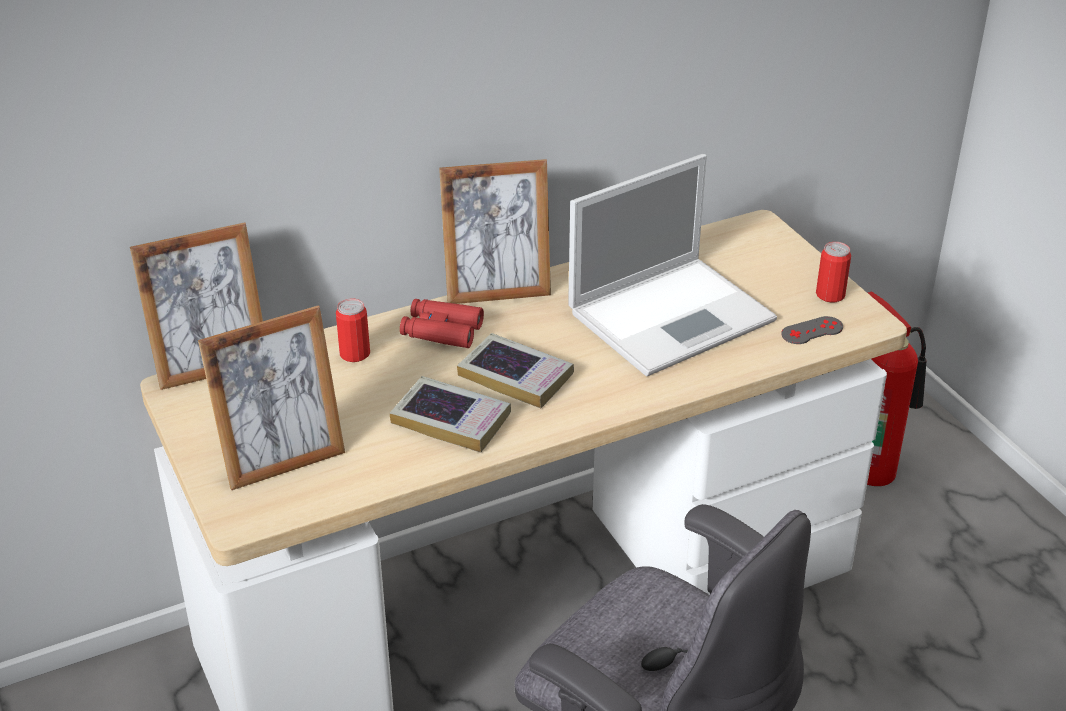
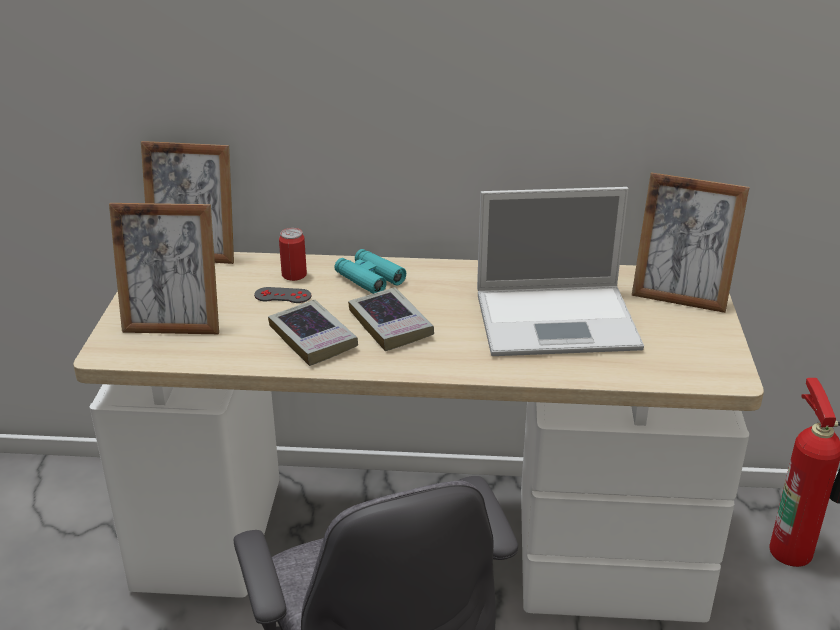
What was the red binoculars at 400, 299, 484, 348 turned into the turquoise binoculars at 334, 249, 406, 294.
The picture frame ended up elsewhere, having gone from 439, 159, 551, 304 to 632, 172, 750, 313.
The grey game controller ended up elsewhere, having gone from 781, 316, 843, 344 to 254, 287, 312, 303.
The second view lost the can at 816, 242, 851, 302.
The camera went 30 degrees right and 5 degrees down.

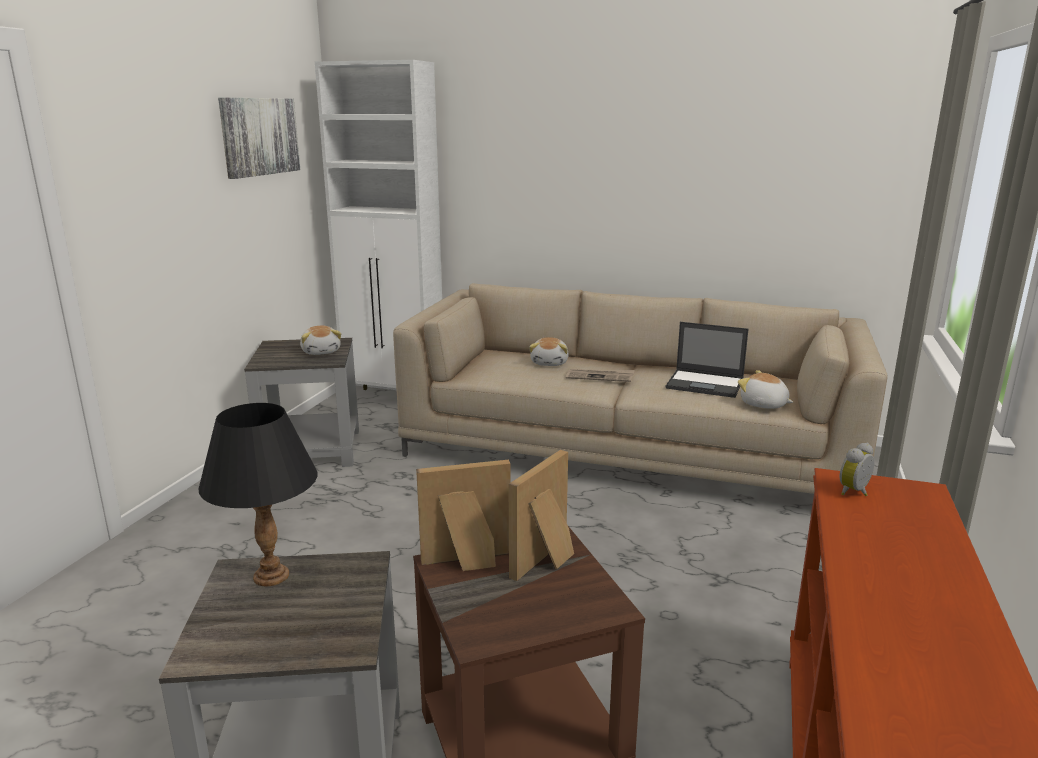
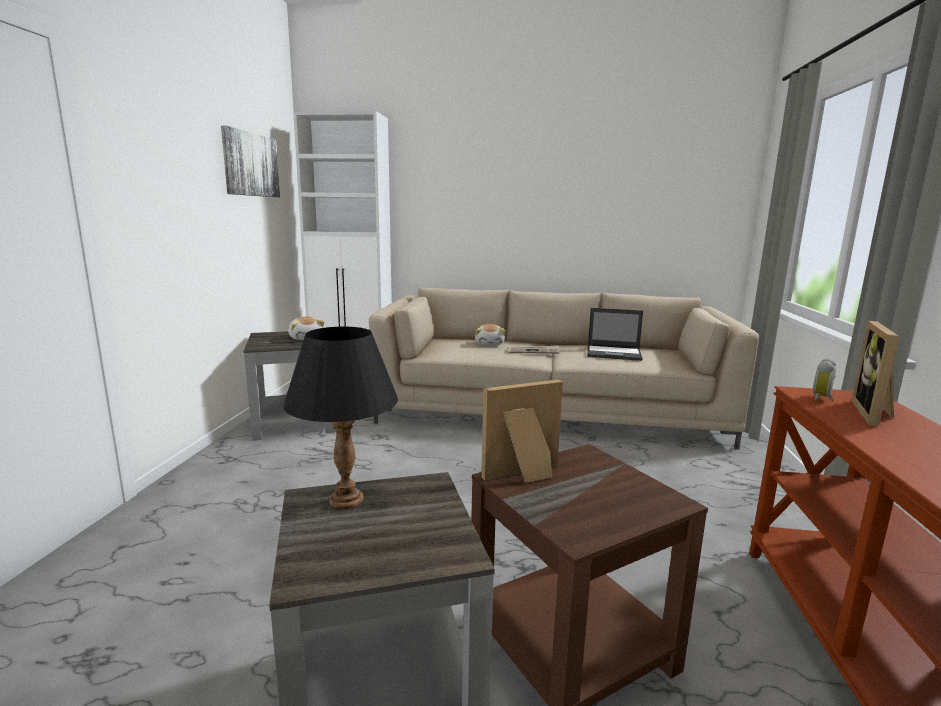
The picture frame ended up elsewhere, having gone from 509, 450, 574, 581 to 851, 321, 899, 427.
The second view lost the plush toy at 738, 370, 793, 409.
The camera went 10 degrees left and 5 degrees down.

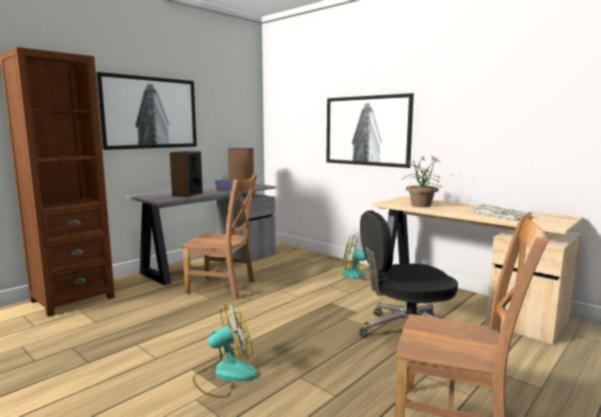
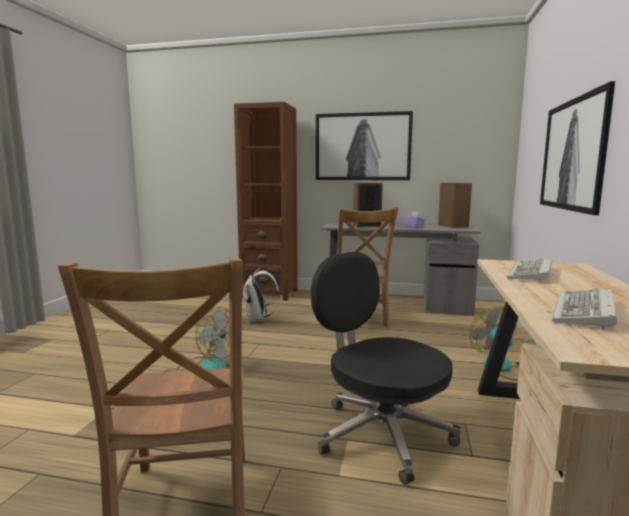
Where the potted plant stood at 402, 155, 442, 207, the keyboard came to stand at 507, 258, 552, 282.
The second view gained the white backpack at 242, 267, 280, 322.
The camera went 60 degrees right and 0 degrees up.

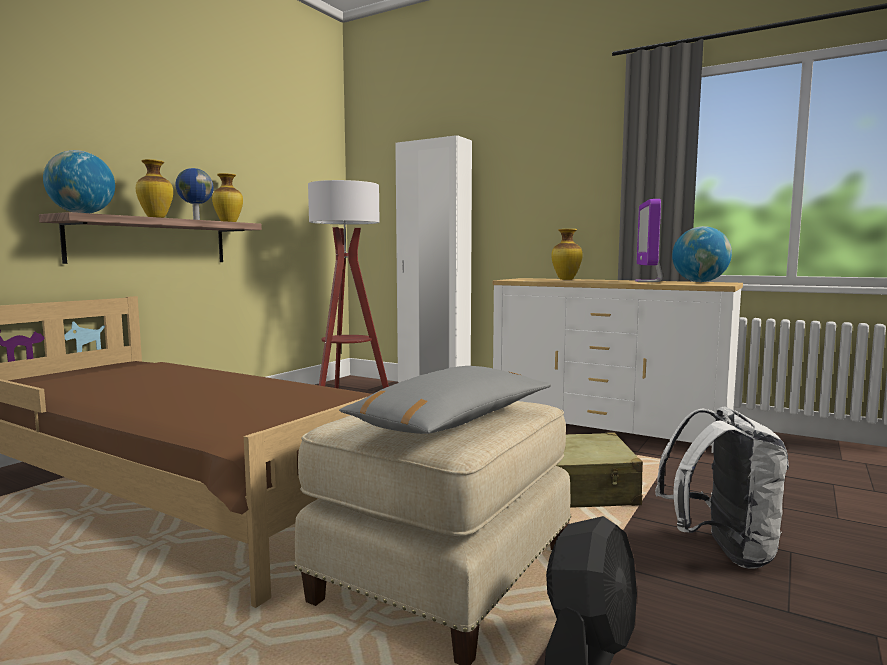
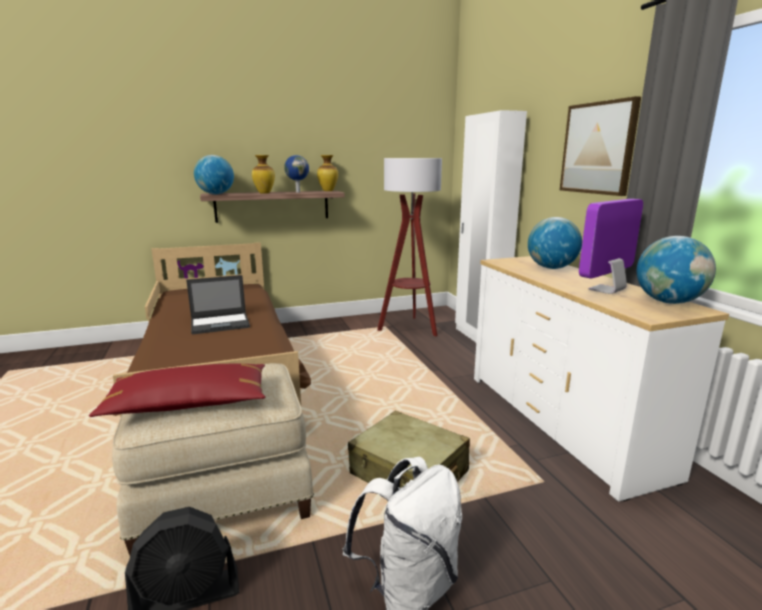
What was the grey pillow at 339, 366, 551, 434 turned into the red pillow at 89, 363, 265, 417.
Where the vase stood at 551, 229, 583, 280, the globe came to stand at 528, 217, 582, 269.
The second view gained the laptop at 186, 275, 250, 334.
The second view gained the picture at 560, 96, 641, 196.
The camera went 40 degrees right and 10 degrees up.

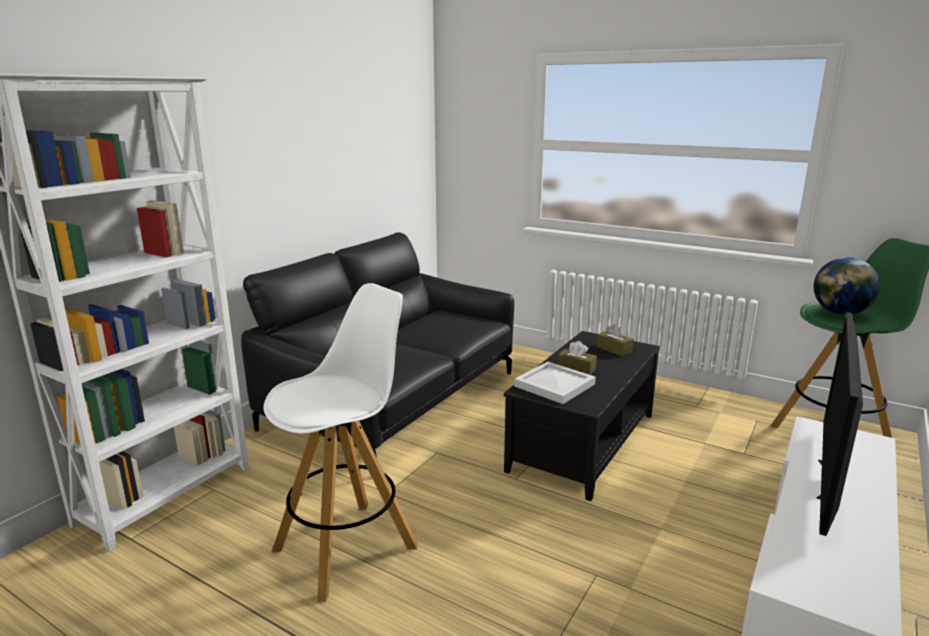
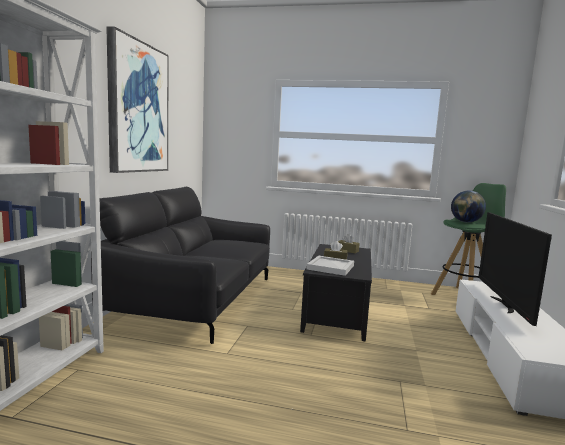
The second view lost the white stool at 263, 283, 418, 602.
The second view gained the picture at 106, 26, 168, 173.
The camera went 20 degrees left and 10 degrees down.

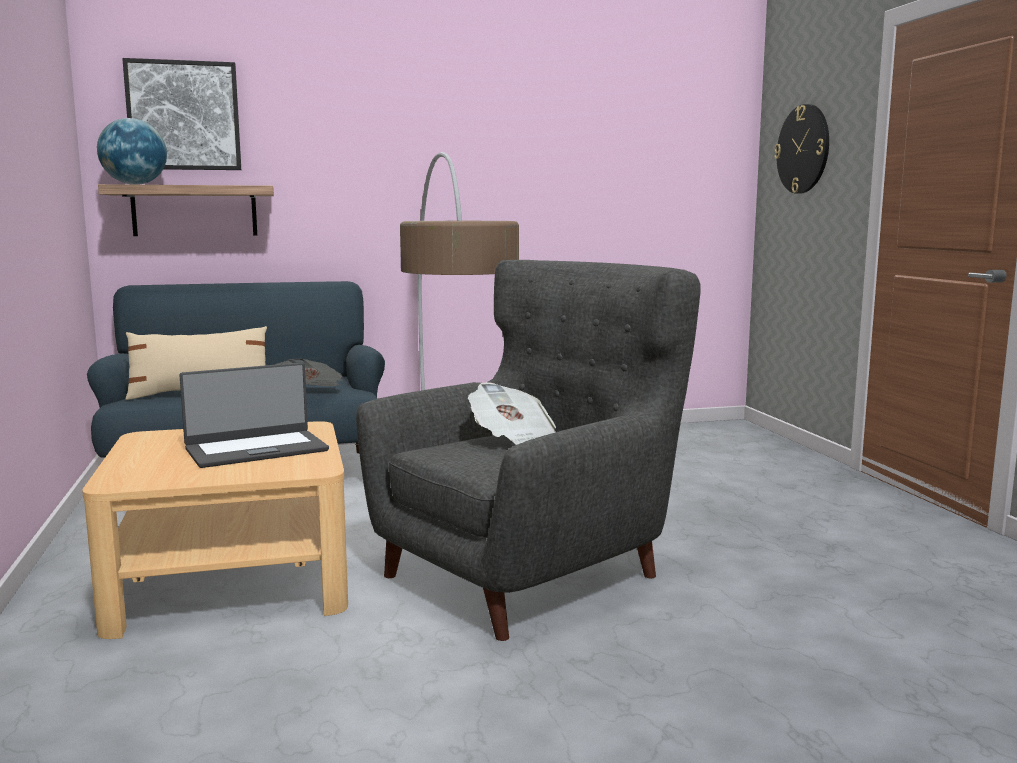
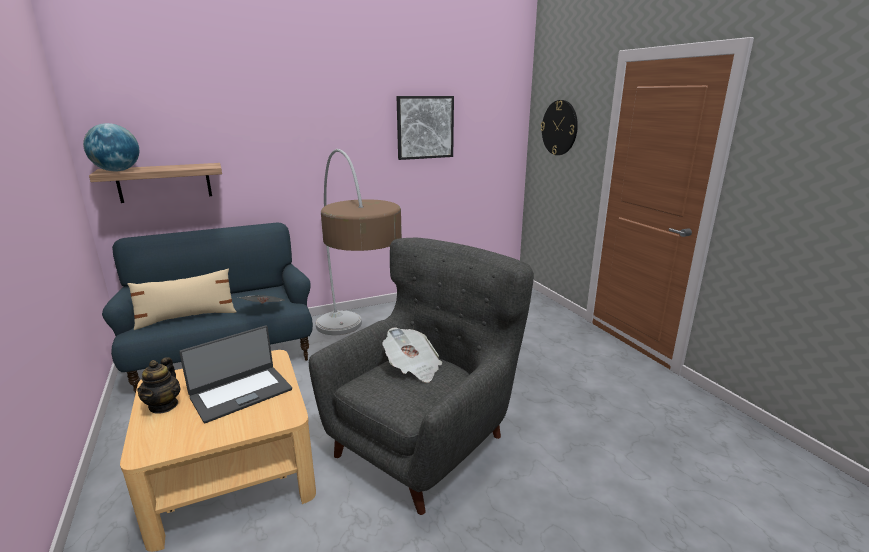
The picture ended up elsewhere, having gone from 122, 58, 241, 170 to 396, 96, 454, 160.
The second view gained the teapot at 137, 357, 181, 414.
The camera went 10 degrees left and 10 degrees up.

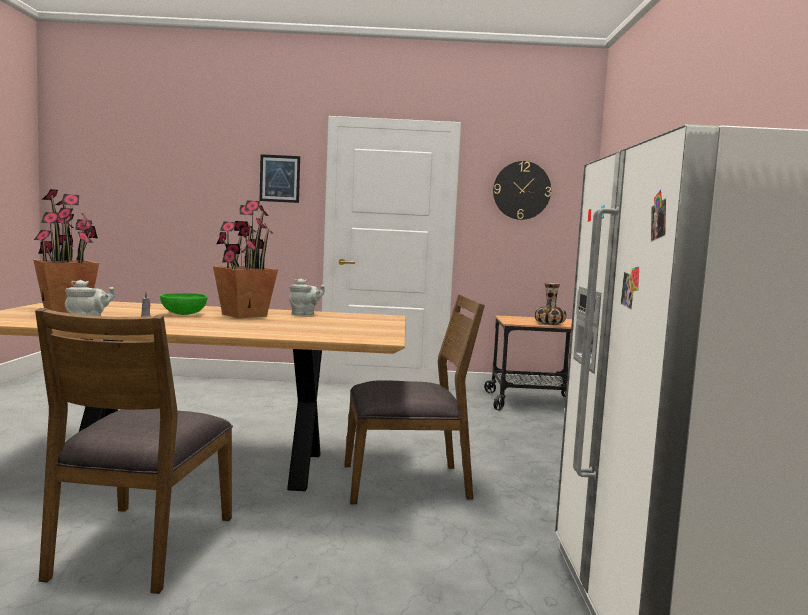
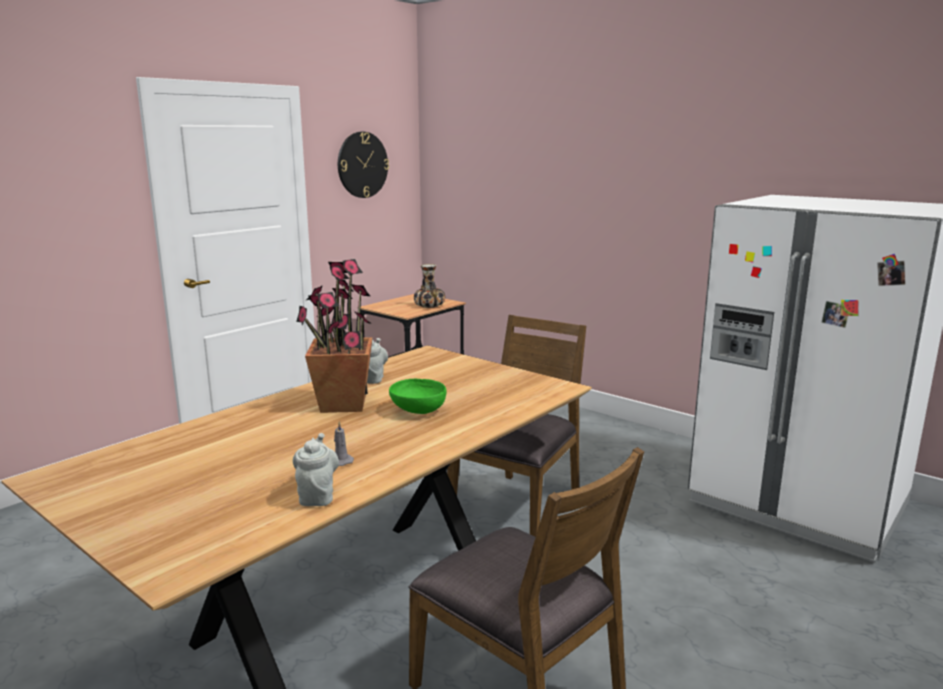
The second view lost the potted plant at 33, 189, 99, 313.
The green bowl ended up elsewhere, having gone from 160, 293, 207, 315 to 389, 379, 446, 414.
The second view lost the picture at 260, 154, 300, 203.
The camera went 50 degrees left and 10 degrees up.

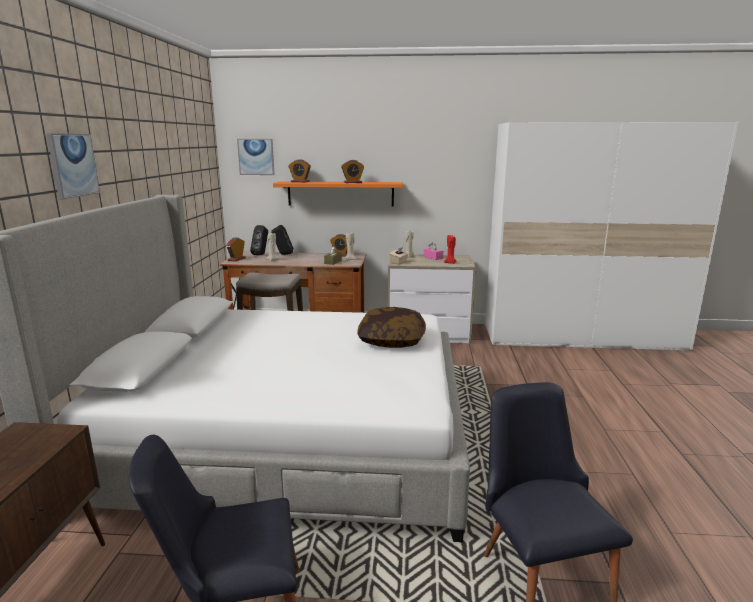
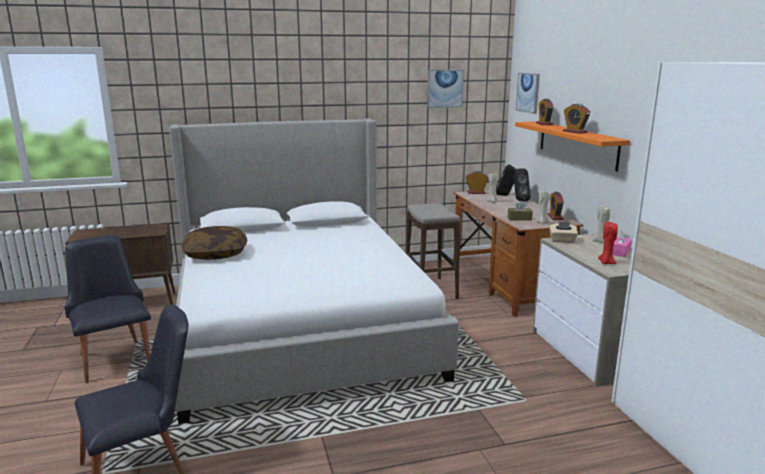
The picture ended up elsewhere, having gone from 47, 133, 100, 199 to 427, 70, 464, 108.
The pillow ended up elsewhere, having gone from 357, 307, 426, 348 to 181, 226, 247, 260.
The camera went 70 degrees right and 0 degrees up.

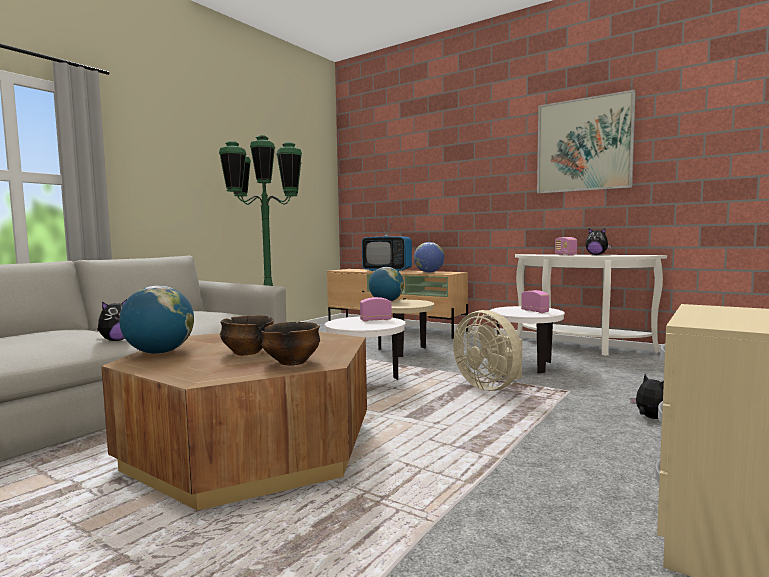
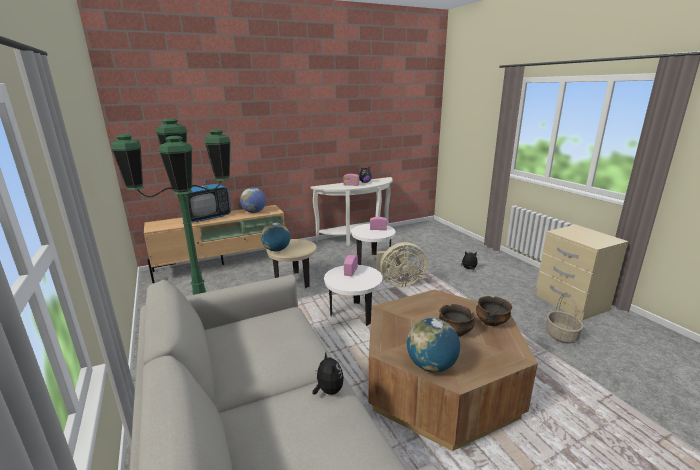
The second view lost the picture at 537, 90, 636, 194.
The second view gained the basket at 546, 293, 584, 344.
The camera went 60 degrees left and 15 degrees up.

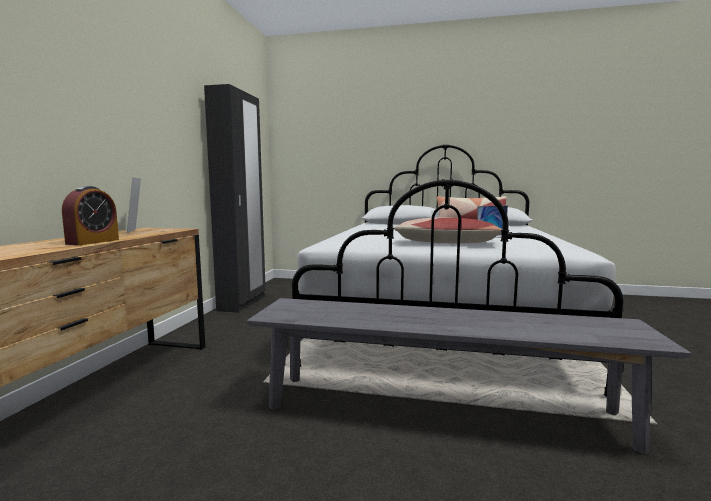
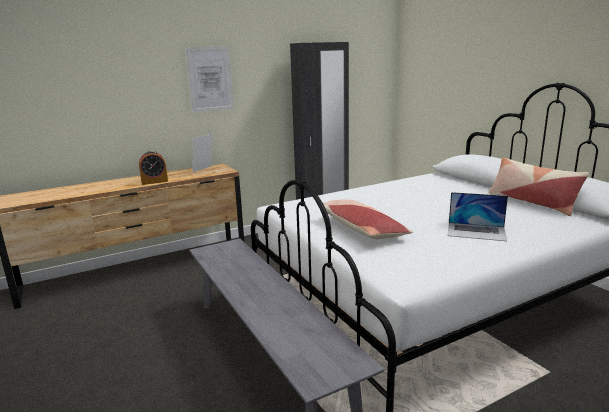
The second view gained the picture at 185, 46, 234, 113.
The camera went 50 degrees right and 10 degrees up.

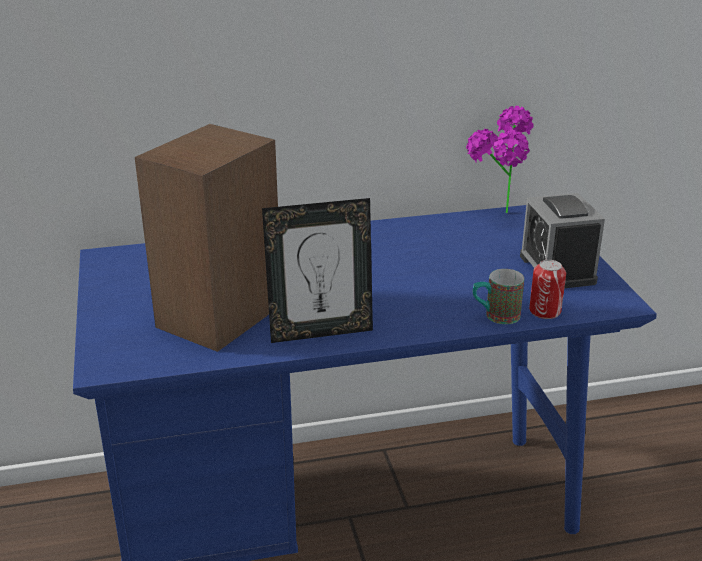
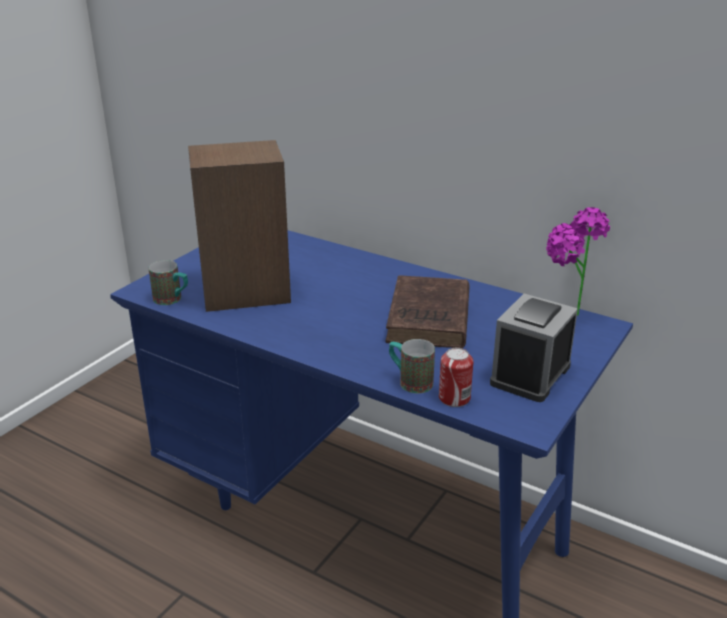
The second view lost the picture frame at 262, 198, 373, 343.
The second view gained the mug at 148, 260, 188, 305.
The second view gained the brown book at 385, 275, 469, 348.
The camera went 45 degrees right and 0 degrees up.

